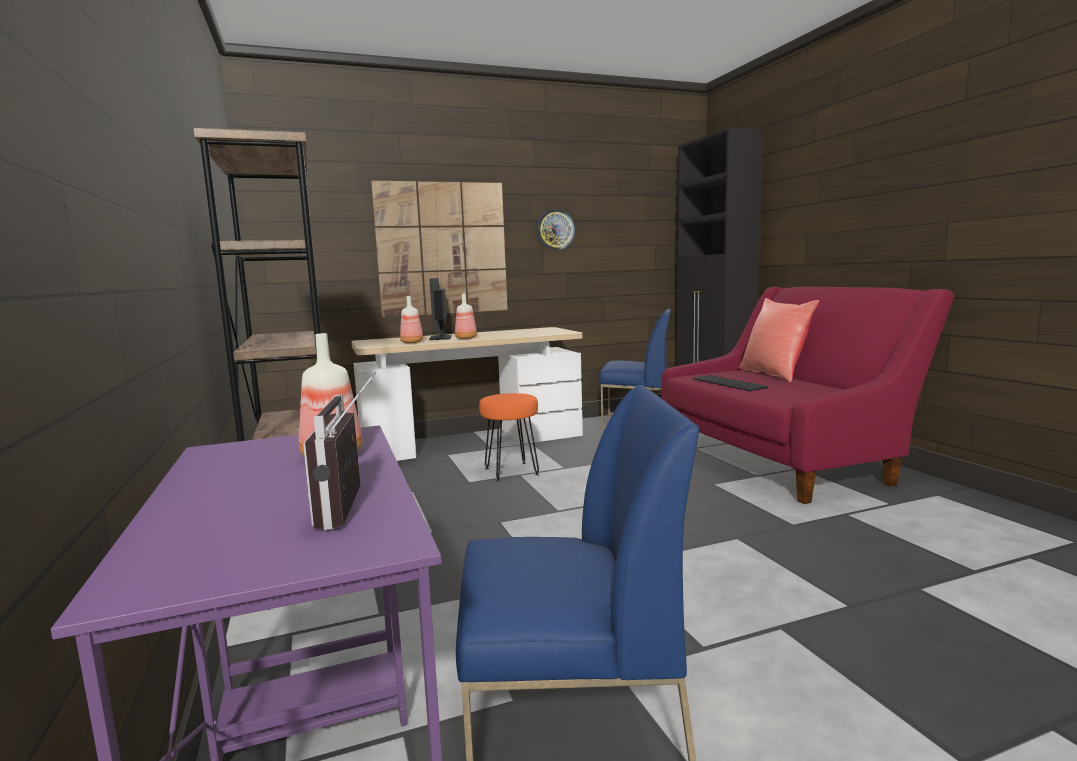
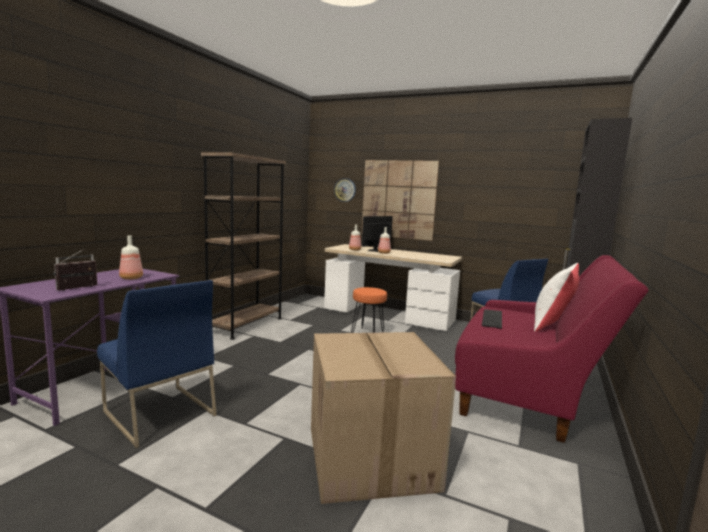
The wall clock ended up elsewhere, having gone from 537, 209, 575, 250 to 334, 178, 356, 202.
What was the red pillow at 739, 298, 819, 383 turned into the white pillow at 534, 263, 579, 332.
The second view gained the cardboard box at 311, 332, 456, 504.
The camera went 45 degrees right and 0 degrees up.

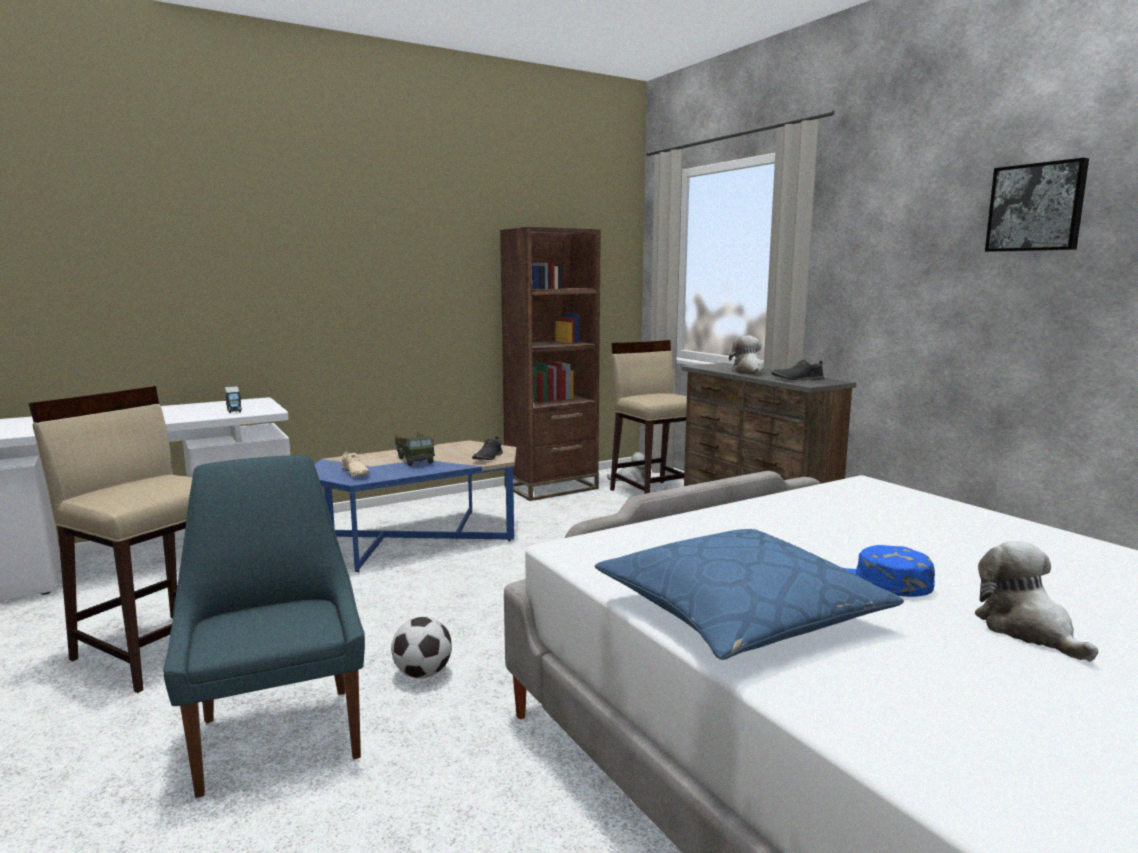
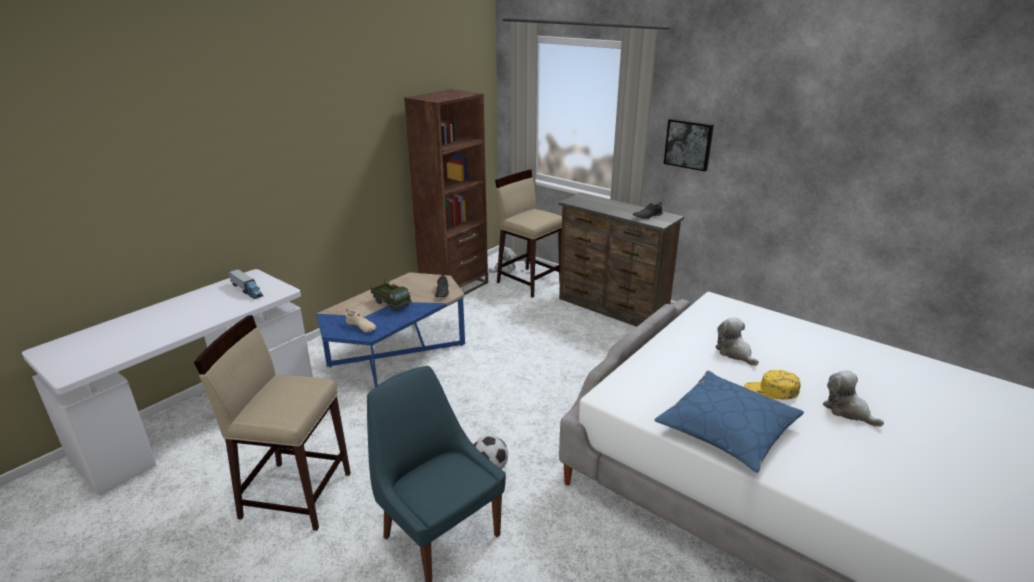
The plush toy ended up elsewhere, having gone from 729, 335, 765, 375 to 715, 318, 759, 366.
What was the blue cap at 844, 545, 935, 597 turned into the yellow cap at 744, 370, 801, 400.
The picture ended up elsewhere, having gone from 985, 158, 1089, 252 to 664, 119, 714, 171.
The camera went 20 degrees left and 15 degrees up.

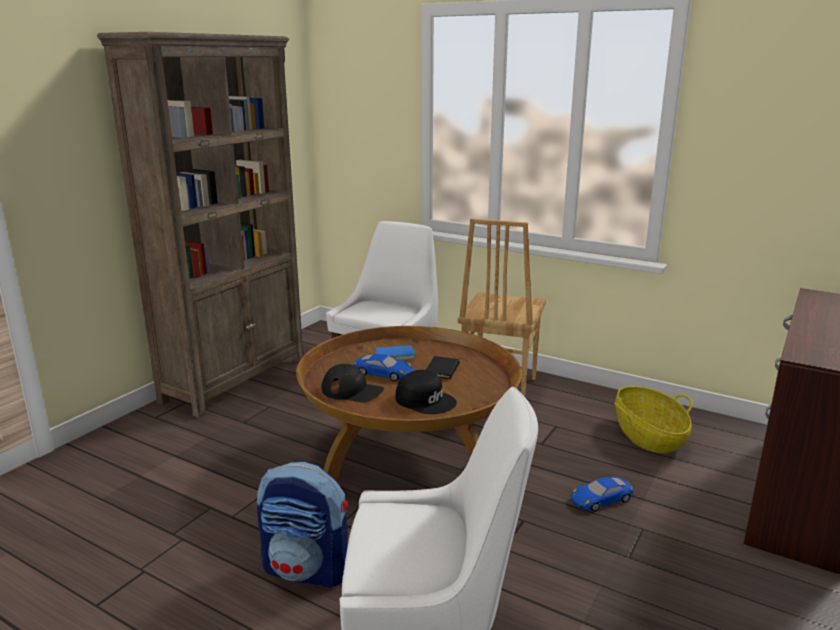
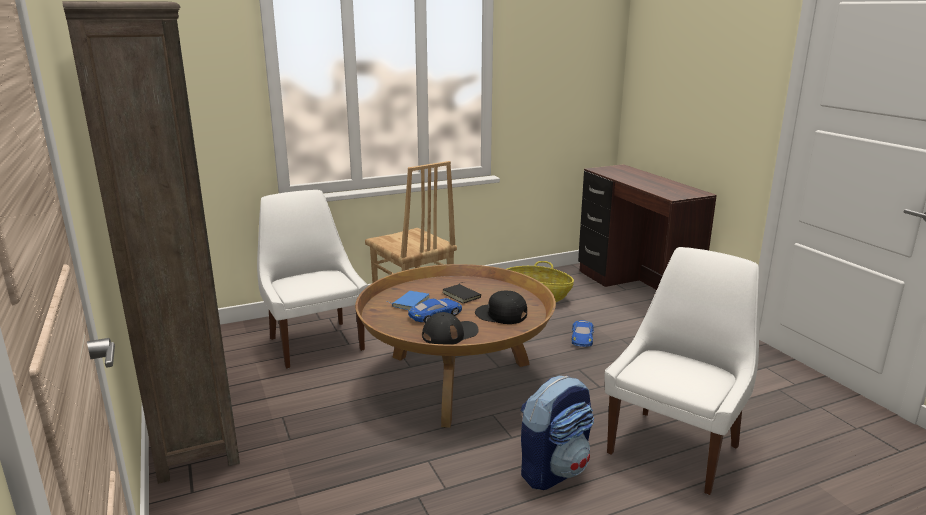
The black cap at 395, 370, 457, 414 ended up facing another way, 135 degrees counterclockwise from before.
The camera went 55 degrees left and 0 degrees up.

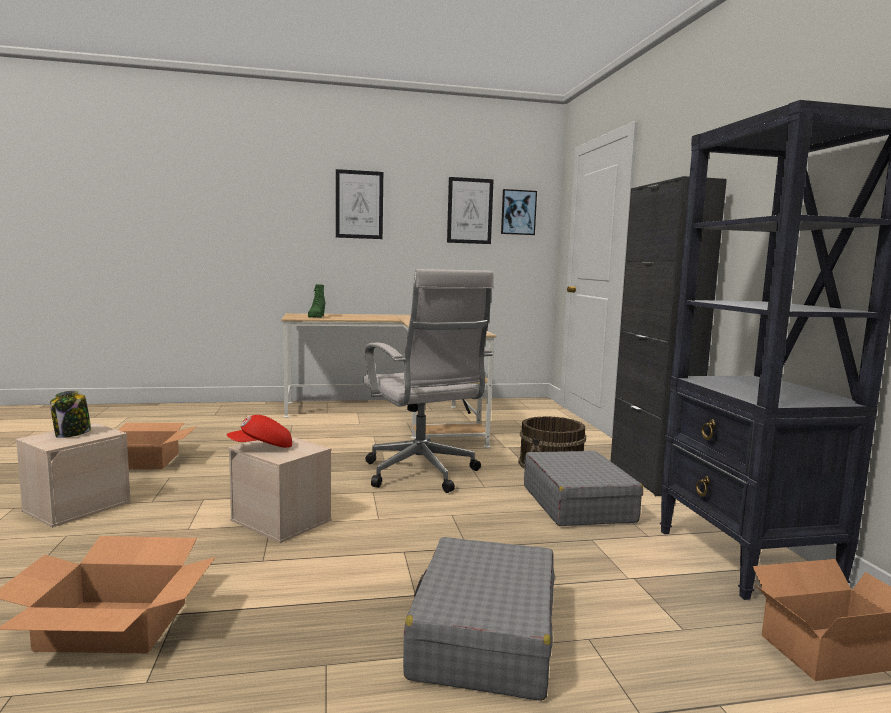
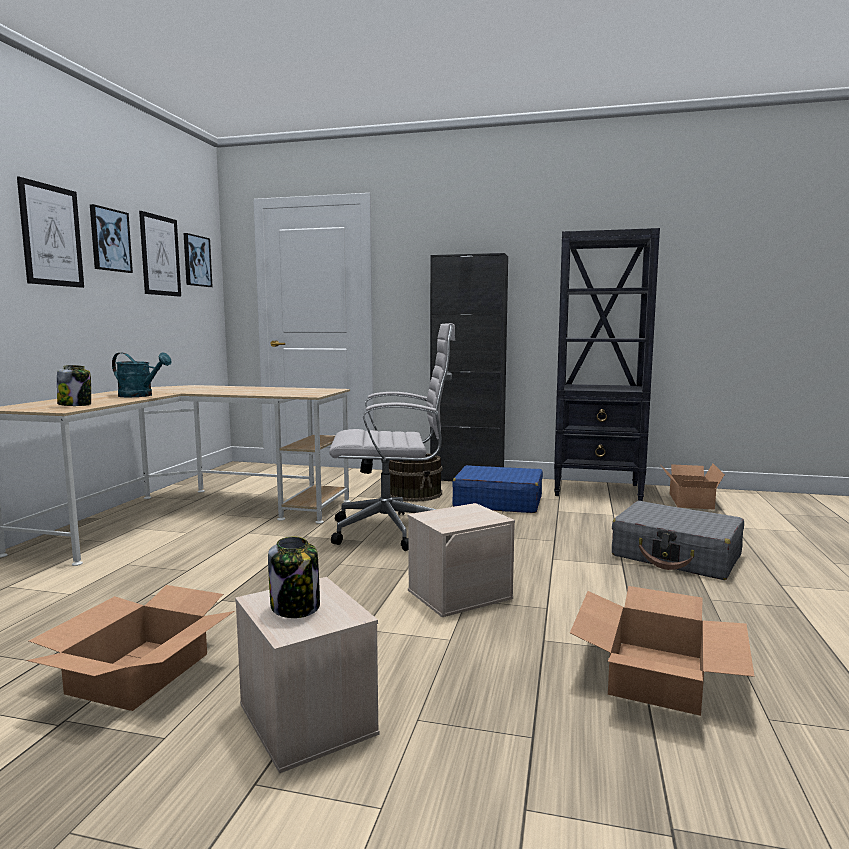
The second view lost the red cap at 227, 415, 292, 448.
Where the green boot stood at 308, 284, 325, 318, the jar came to stand at 57, 365, 91, 406.
What was the grey suitcase at 524, 450, 643, 526 turned into the blue suitcase at 452, 465, 543, 513.
The second view gained the picture at 90, 204, 133, 273.
The second view gained the turquoise watering can at 112, 352, 171, 397.
The camera went 65 degrees left and 0 degrees up.

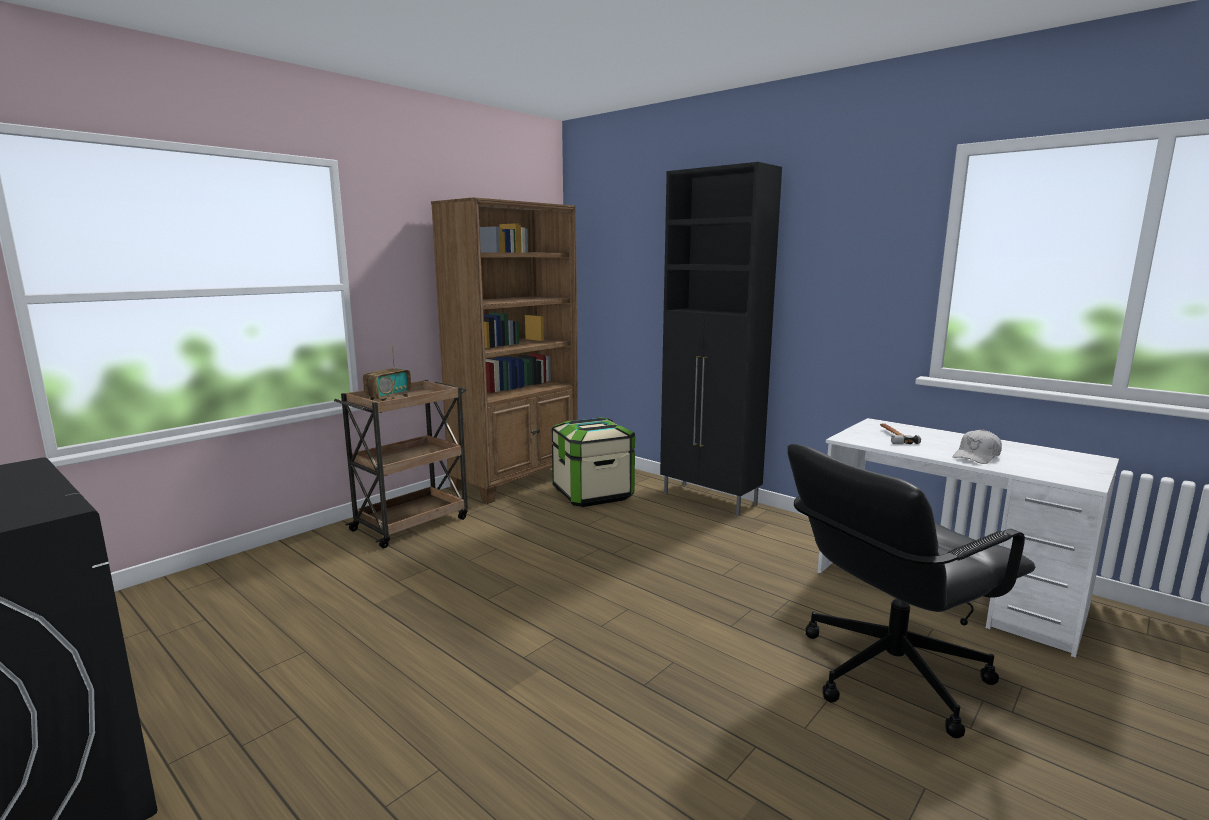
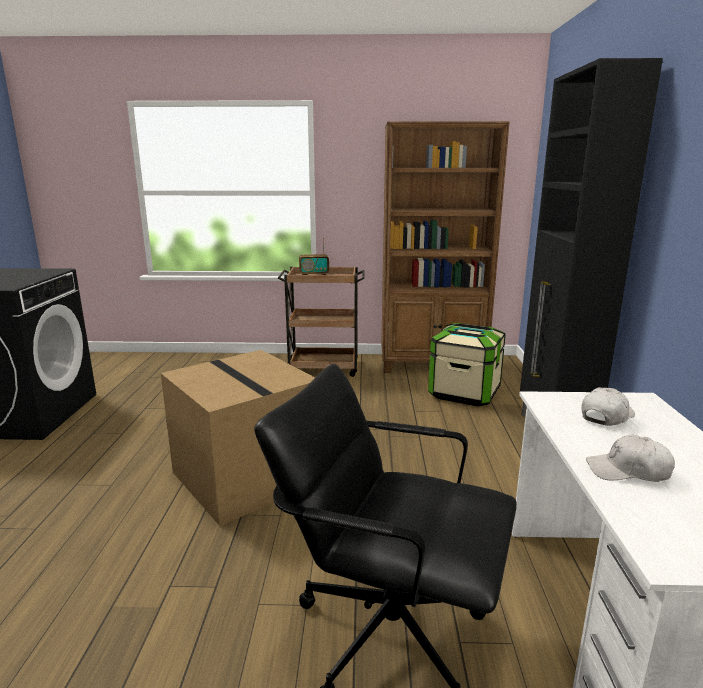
Where the hammer stood at 880, 423, 921, 444, the white cap came to stand at 581, 387, 635, 426.
The second view gained the cardboard box at 161, 350, 315, 526.
The camera went 50 degrees right and 5 degrees up.

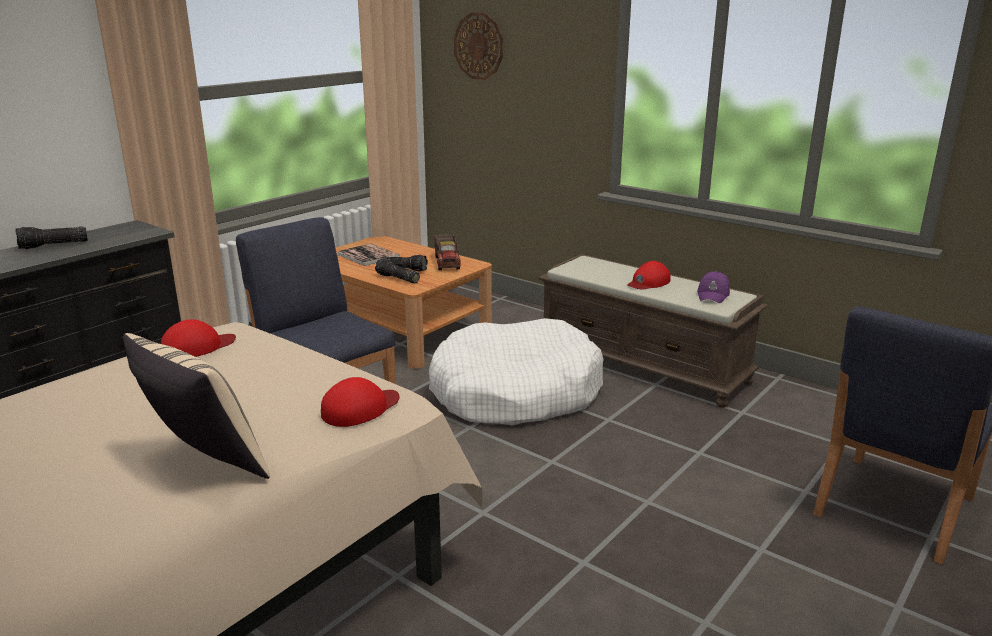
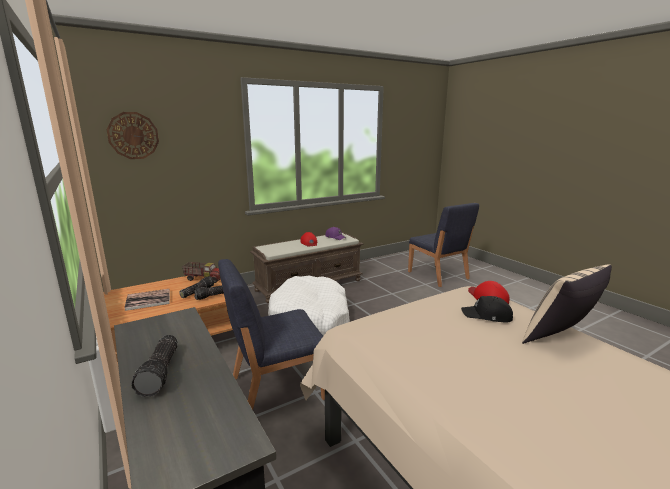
The second view lost the red cap at 161, 319, 236, 357.
The second view gained the black cap at 461, 296, 513, 323.
The camera went 70 degrees left and 5 degrees down.

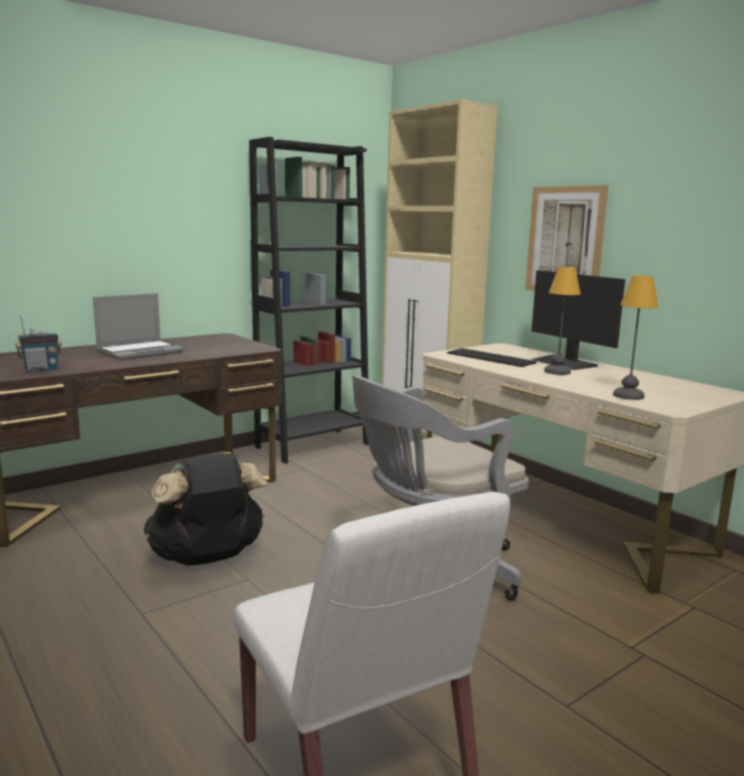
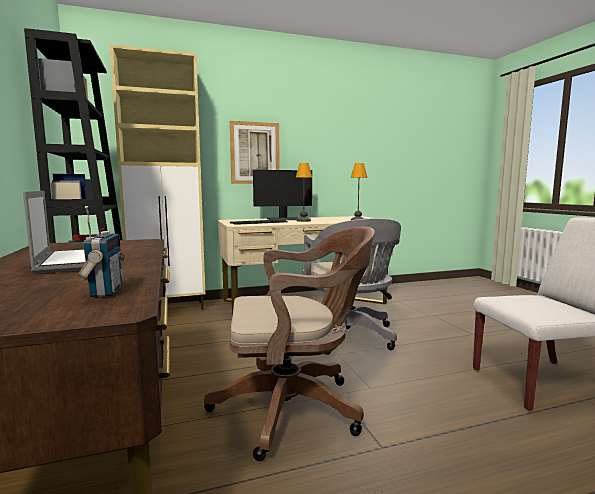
Where the black backpack stood at 144, 453, 267, 566, the brown office chair came to stand at 204, 227, 375, 461.
The camera went 70 degrees left and 5 degrees down.

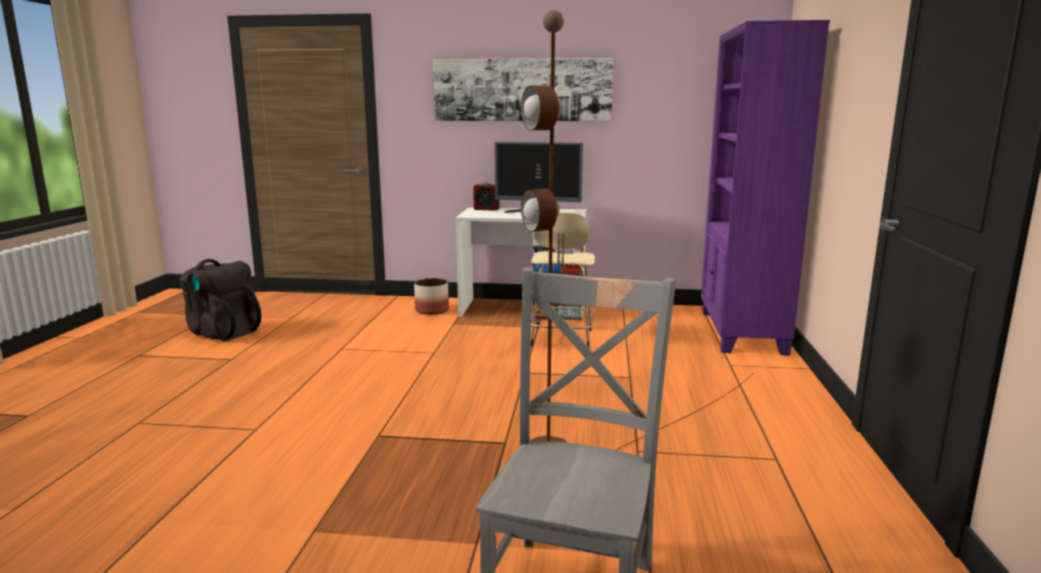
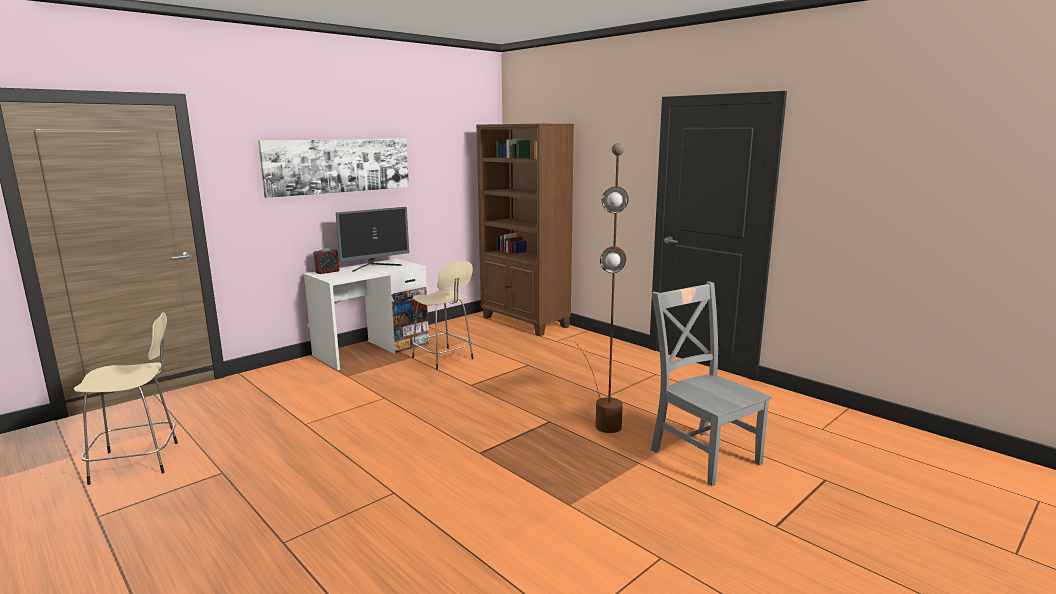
Where the black backpack stood at 180, 259, 261, 341, the beige stool came to stand at 74, 312, 178, 485.
The second view lost the planter at 414, 278, 449, 315.
What was the purple bookcase at 701, 20, 830, 356 turned into the brown bookcase at 476, 124, 574, 336.
The camera went 50 degrees left and 0 degrees up.

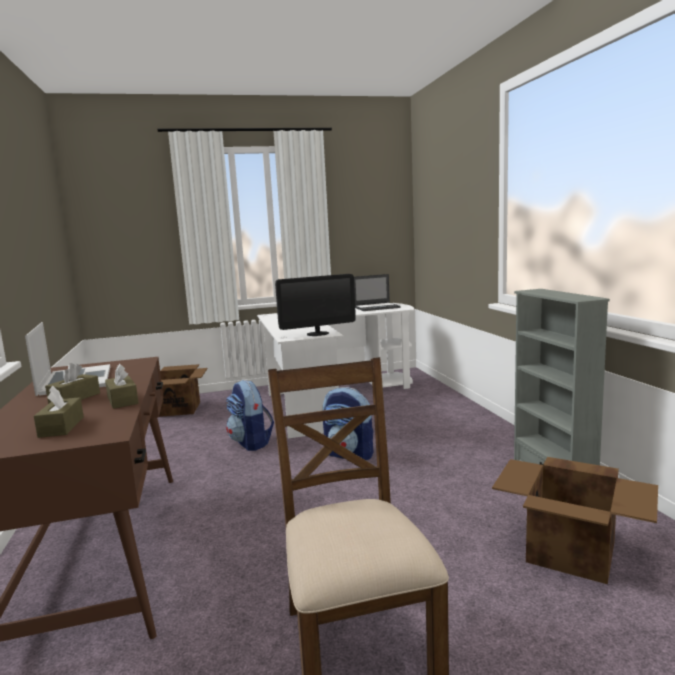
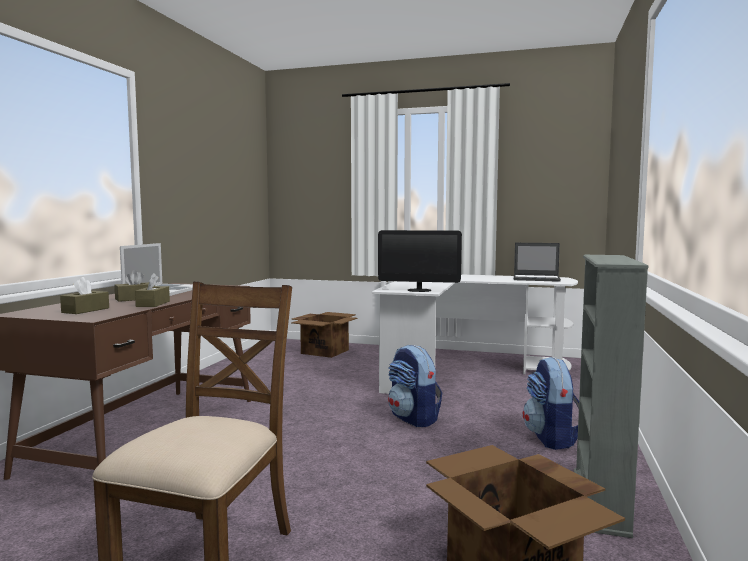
The backpack ended up elsewhere, having gone from 226, 380, 274, 451 to 523, 357, 579, 450.
The camera went 30 degrees right and 5 degrees down.

